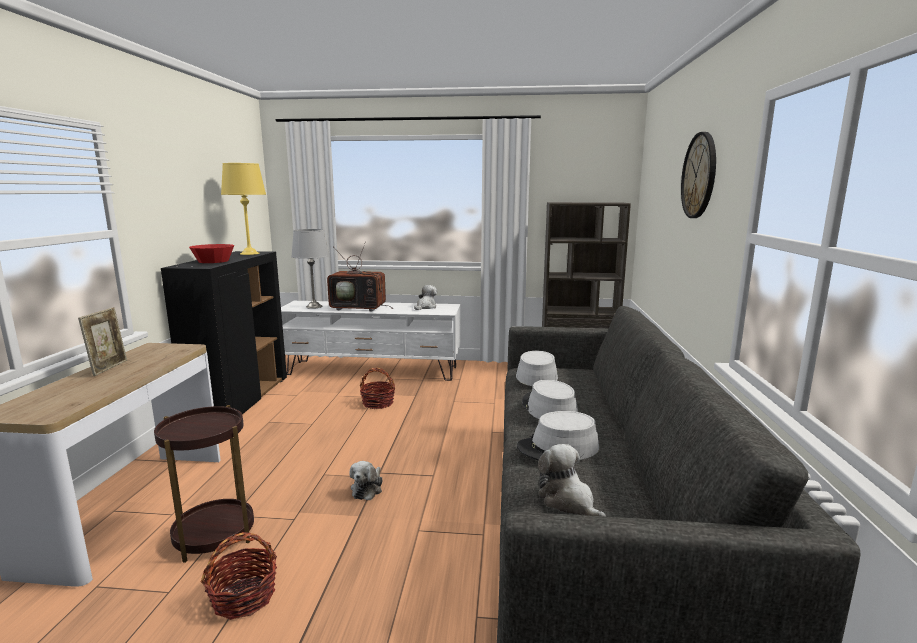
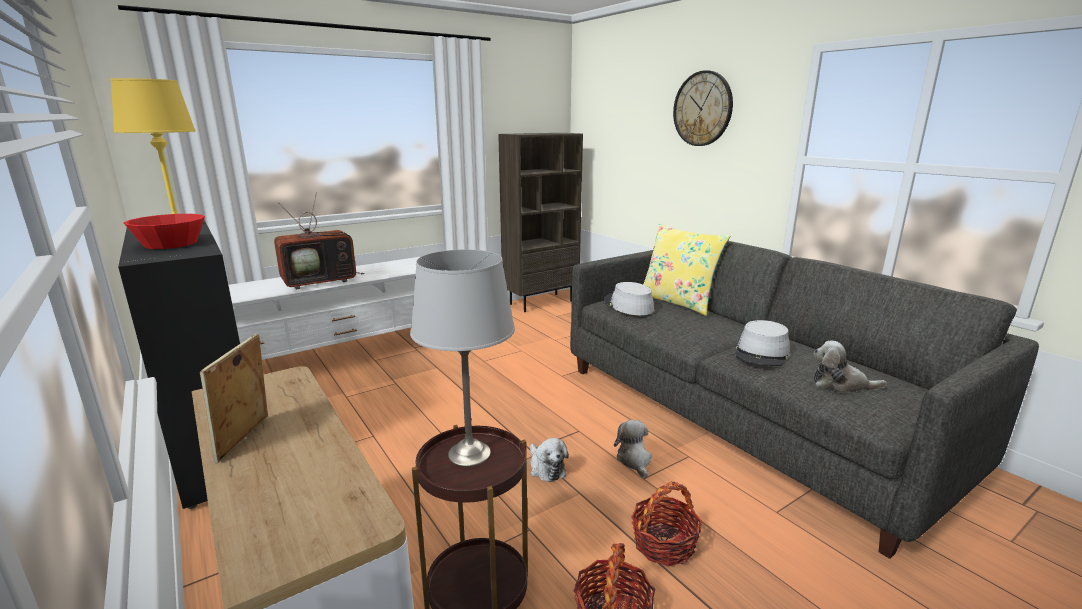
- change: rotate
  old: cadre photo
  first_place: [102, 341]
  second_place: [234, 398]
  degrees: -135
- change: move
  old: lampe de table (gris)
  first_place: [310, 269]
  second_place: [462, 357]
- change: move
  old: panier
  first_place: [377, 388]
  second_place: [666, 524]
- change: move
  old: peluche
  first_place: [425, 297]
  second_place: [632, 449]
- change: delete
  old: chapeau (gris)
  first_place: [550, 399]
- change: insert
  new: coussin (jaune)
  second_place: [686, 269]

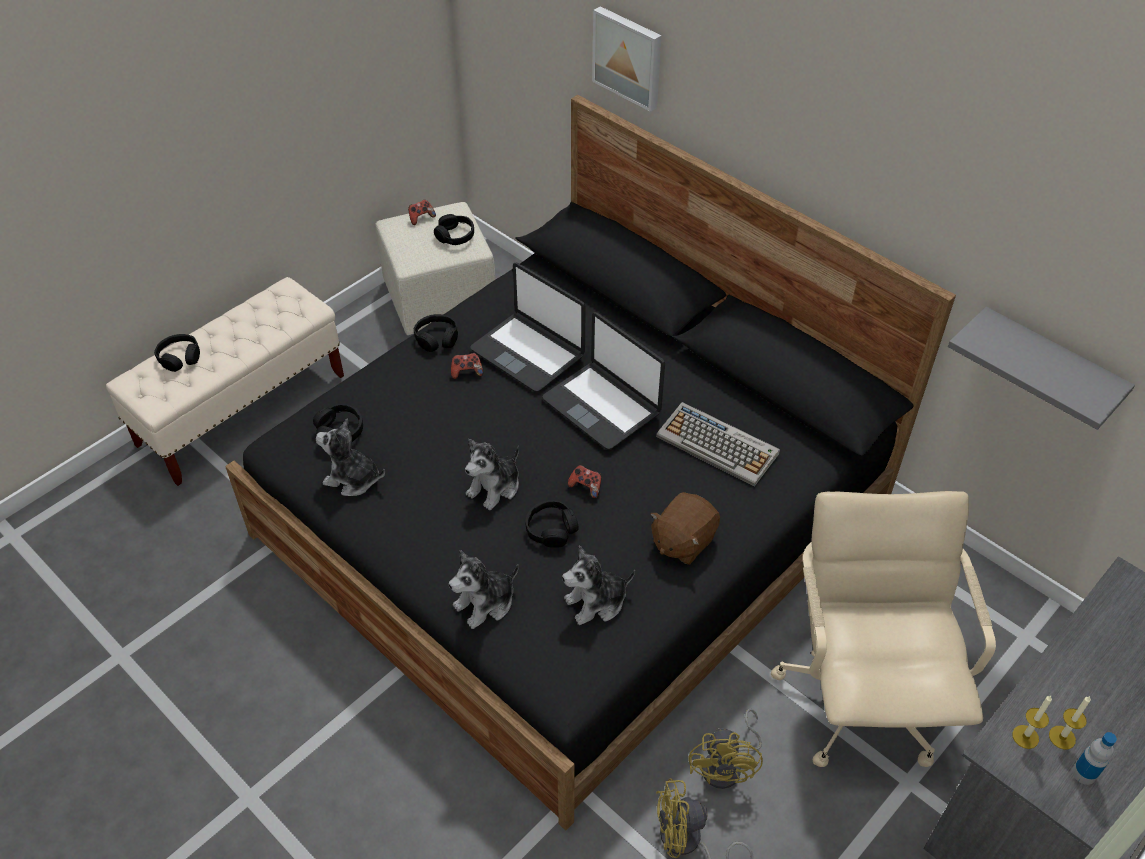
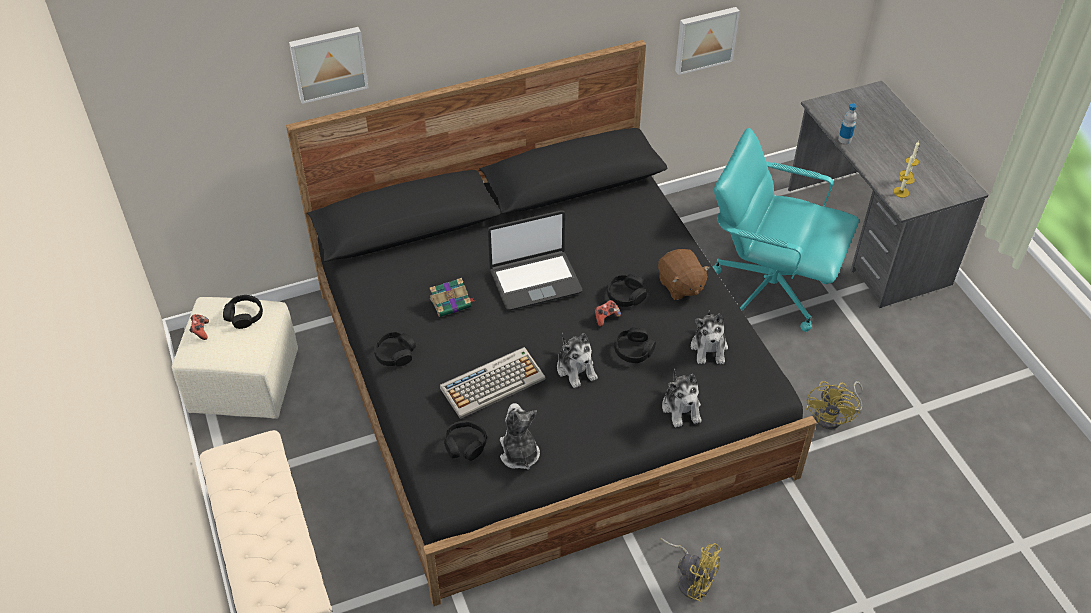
- change: move
  old: casque audio (noir)
  first_place: [177, 353]
  second_place: [627, 290]
- change: rotate
  old: peluche
  first_place: [350, 457]
  second_place: [520, 436]
  degrees: 120
- change: delete
  old: manette
  first_place: [467, 366]
- change: replace
  old: ordinateur portable
  new: livre
  first_place: [528, 327]
  second_place: [452, 297]
- change: move
  old: clavier
  first_place: [718, 444]
  second_place: [492, 383]
- change: move
  old: ventilateur (jaune)
  first_place: [726, 748]
  second_place: [690, 570]
- change: recolor
  old: chaise de bureau (beige)
  new: chaise de bureau (turquoise)
  first_place: [883, 629]
  second_place: [785, 230]
- change: replace
  old: étagère (gris)
  new: tableau
  first_place: [1041, 368]
  second_place: [707, 41]
- change: move
  old: bouteille
  first_place: [1094, 758]
  second_place: [847, 123]

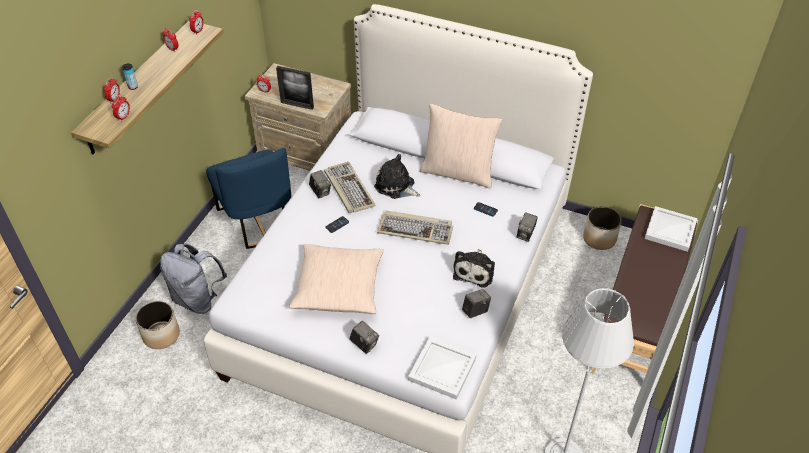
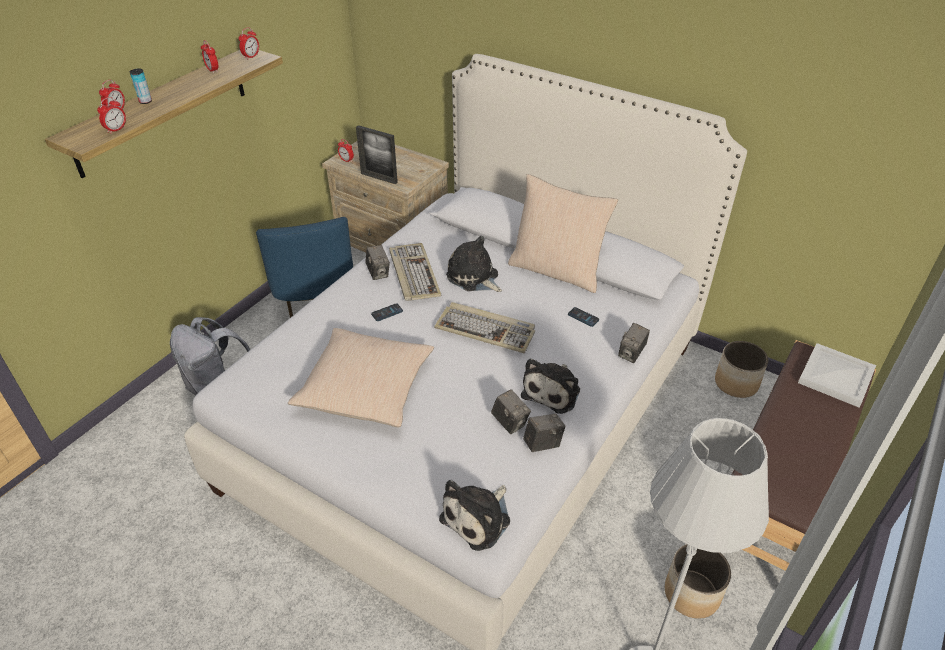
- change: move
  old: cache-pot
  first_place: [157, 325]
  second_place: [698, 581]
- change: move
  old: appareil photo
  first_place: [364, 337]
  second_place: [511, 411]
- change: replace
  old: plateau (blanc)
  new: peluche
  first_place: [442, 368]
  second_place: [474, 515]

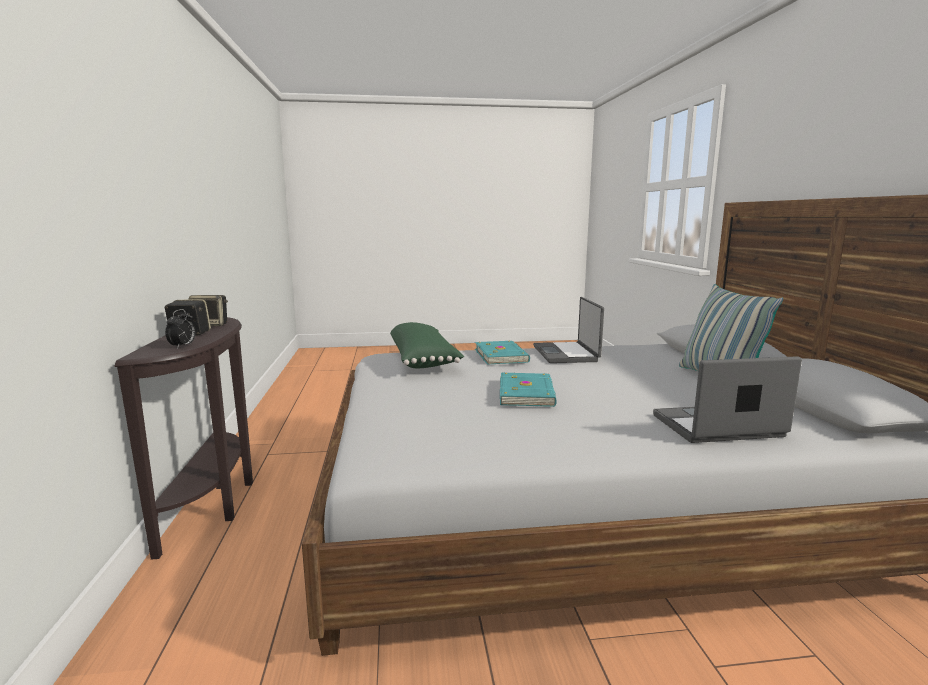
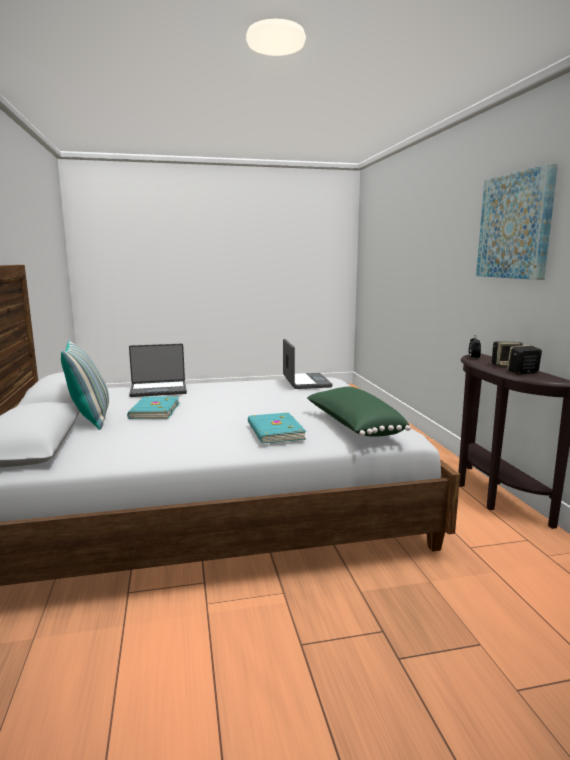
- change: move
  old: livre (turquoise)
  first_place: [528, 390]
  second_place: [153, 407]
- change: move
  old: ordinateur portable
  first_place: [568, 330]
  second_place: [308, 364]
- change: insert
  new: tableau
  second_place: [517, 221]

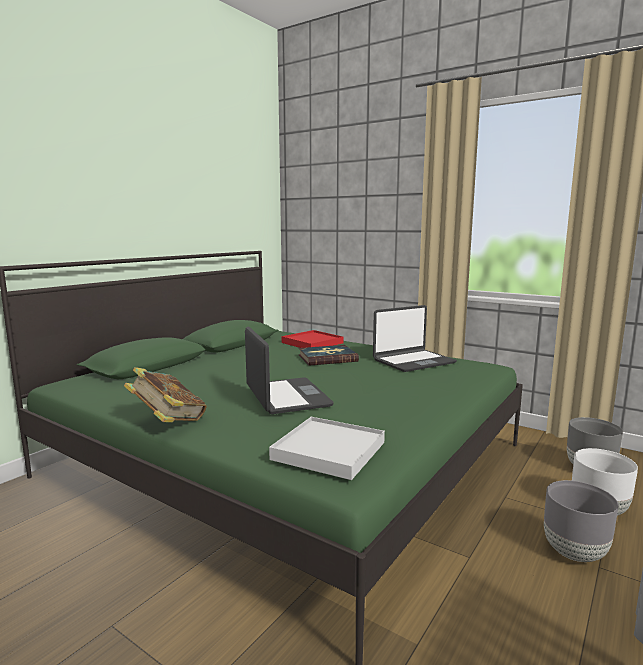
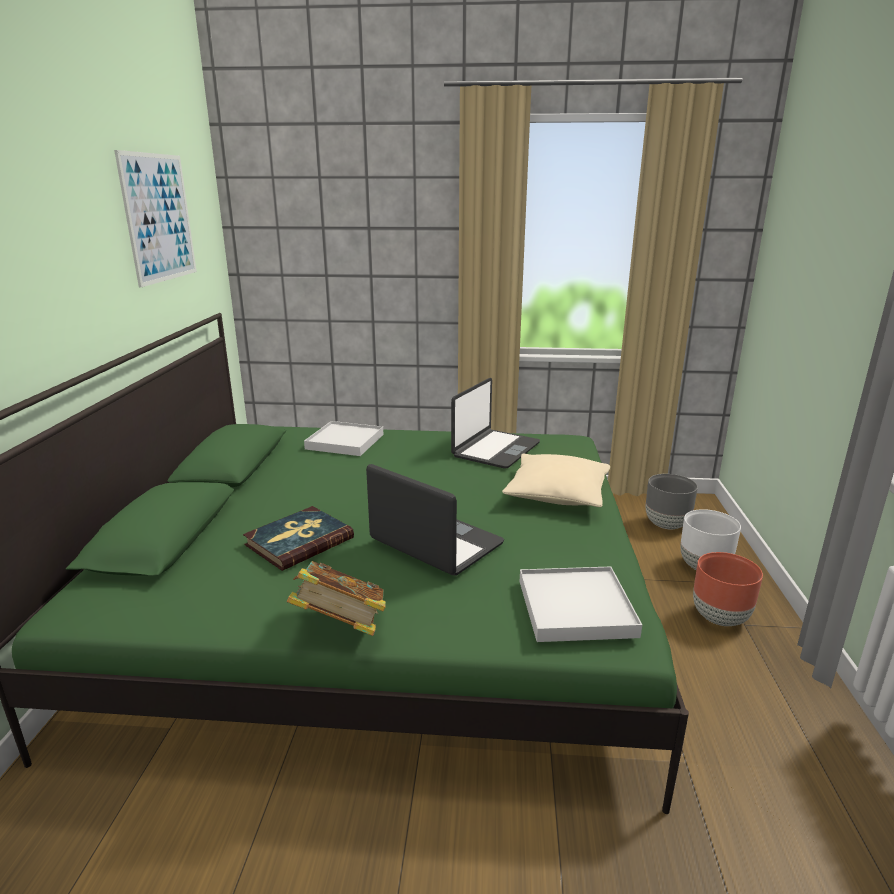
- change: recolor
  old: plateau (rouge)
  new: plateau (blanc)
  first_place: [312, 339]
  second_place: [343, 438]
- change: move
  old: livre
  first_place: [328, 355]
  second_place: [298, 538]
- change: recolor
  old: cache-pot (gris)
  new: cache-pot (marron)
  first_place: [581, 521]
  second_place: [728, 589]
- change: insert
  new: tableau
  second_place: [155, 218]
- change: insert
  new: coussin (beige)
  second_place: [556, 480]

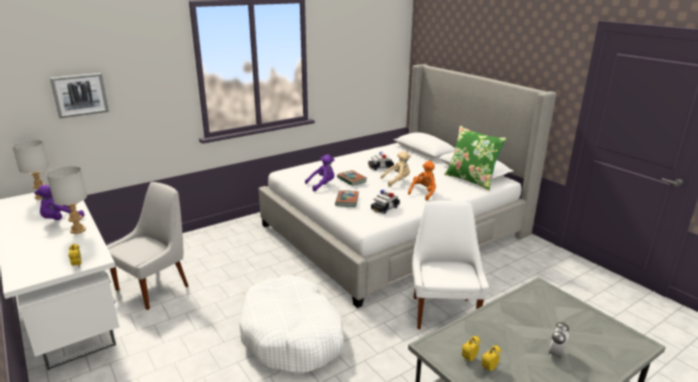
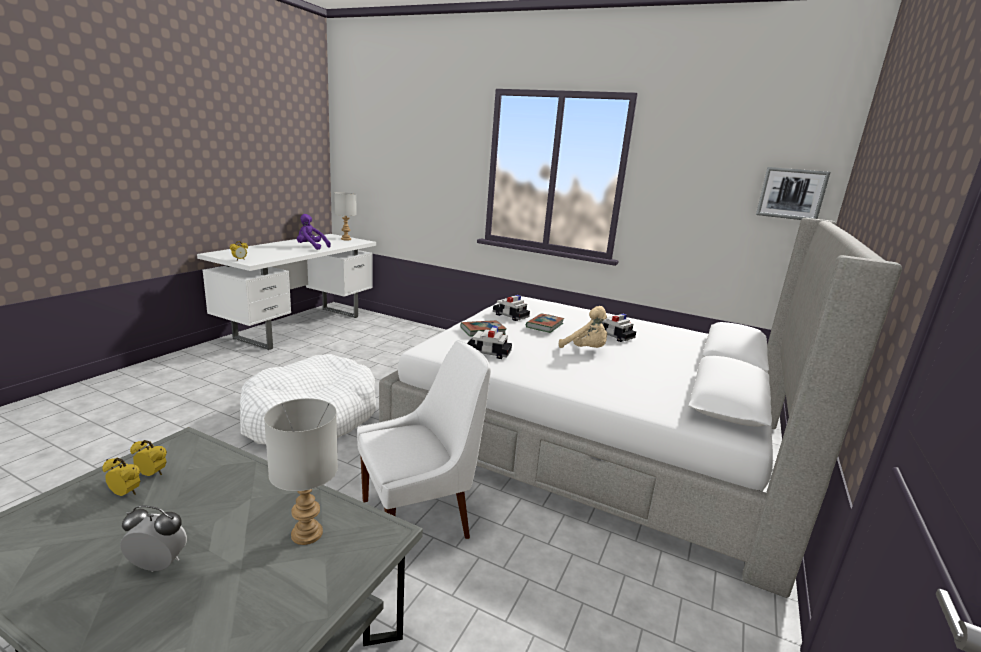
- change: move
  old: lampe de table (gris)
  first_place: [66, 200]
  second_place: [301, 471]
- change: move
  old: tableau
  first_place: [79, 95]
  second_place: [793, 193]
- change: delete
  old: chaise (blanc)
  first_place: [147, 246]
- change: replace
  old: peluche (violet)
  new: petite voiture
  first_place: [320, 173]
  second_place: [511, 308]
- change: delete
  old: peluche (orange)
  first_place: [422, 181]
- change: delete
  old: coussin (vert)
  first_place: [475, 158]

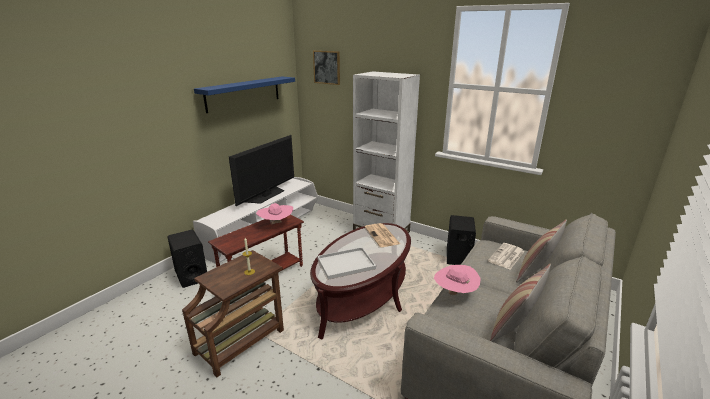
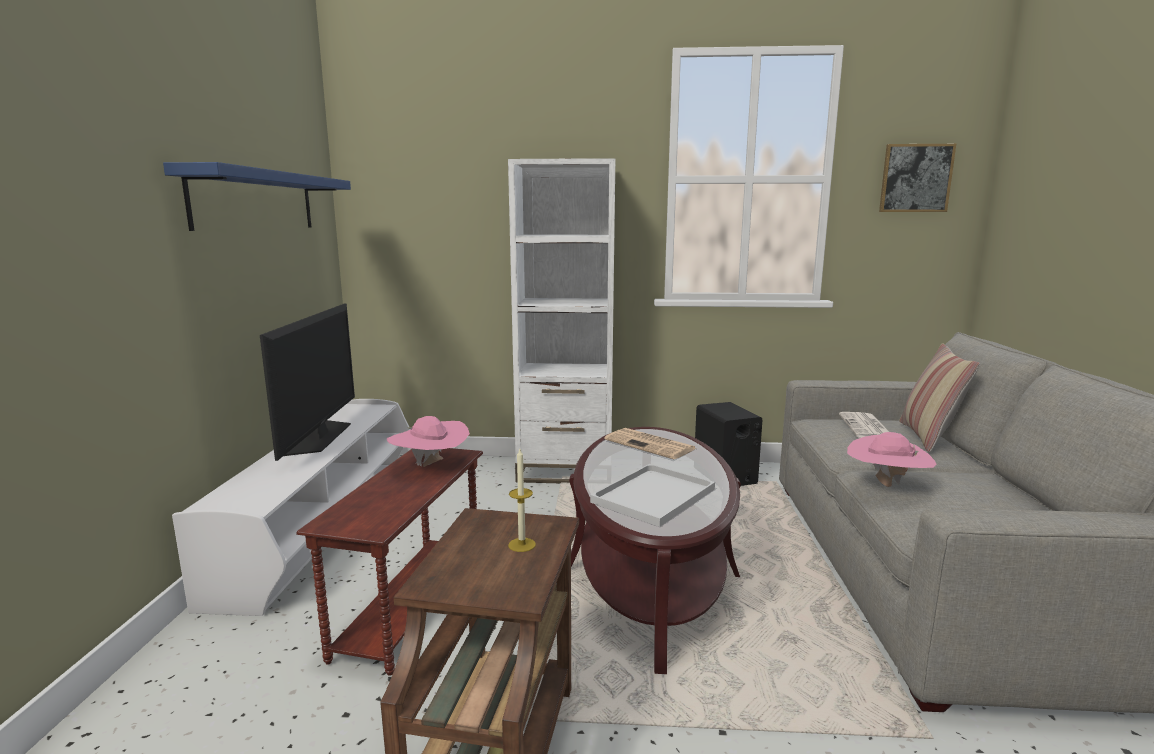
- change: delete
  old: enceinte (noir)
  first_place: [187, 259]
- change: move
  old: tableau
  first_place: [326, 67]
  second_place: [917, 178]
- change: delete
  old: coussin
  first_place: [520, 303]

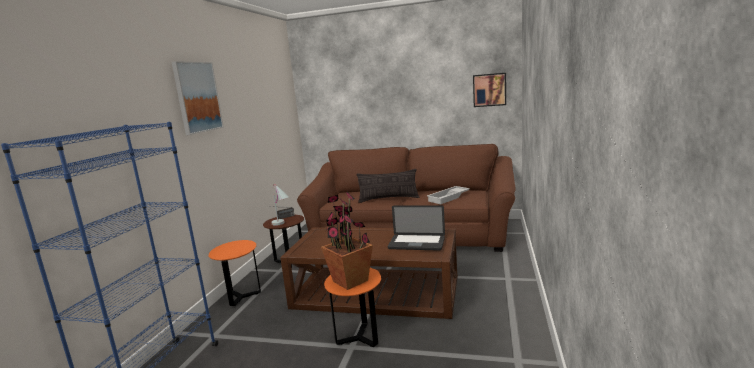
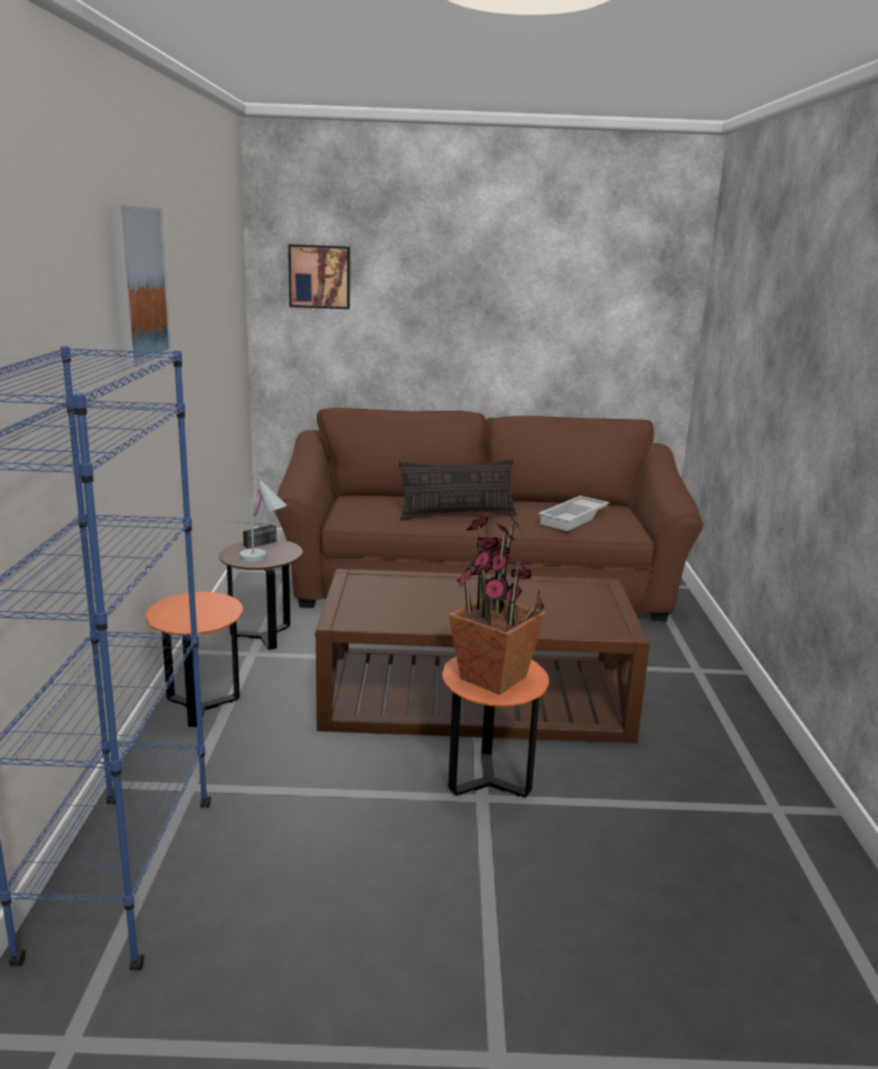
- change: delete
  old: ordinateur portable
  first_place: [416, 228]
- change: move
  old: tableau
  first_place: [489, 90]
  second_place: [319, 276]

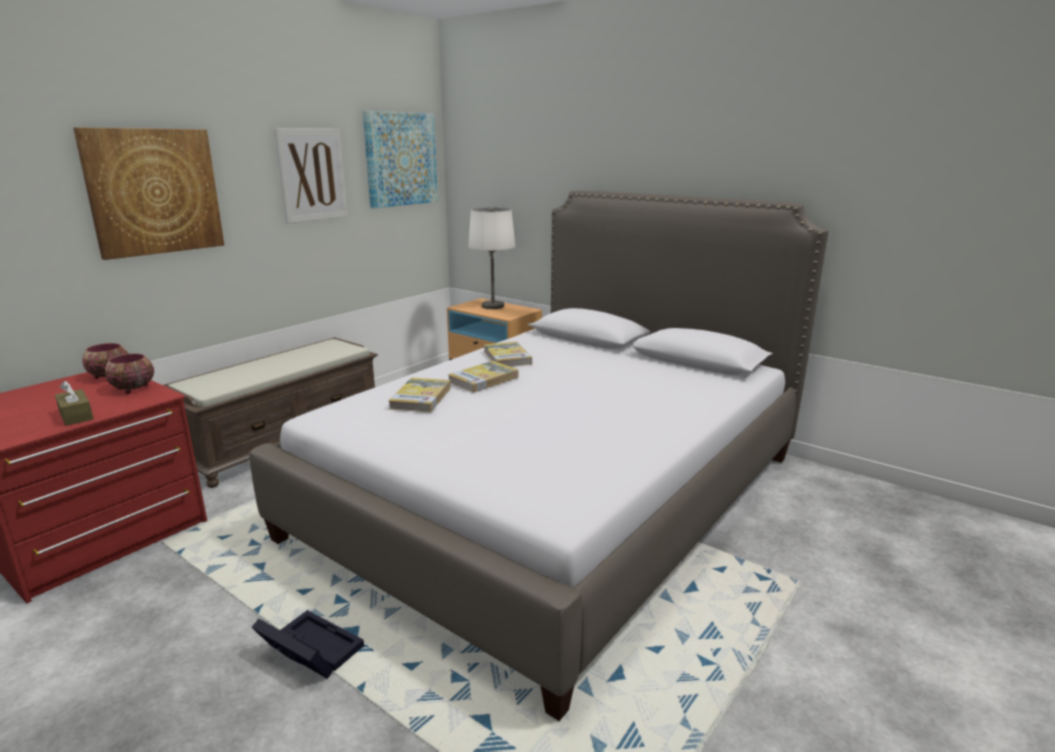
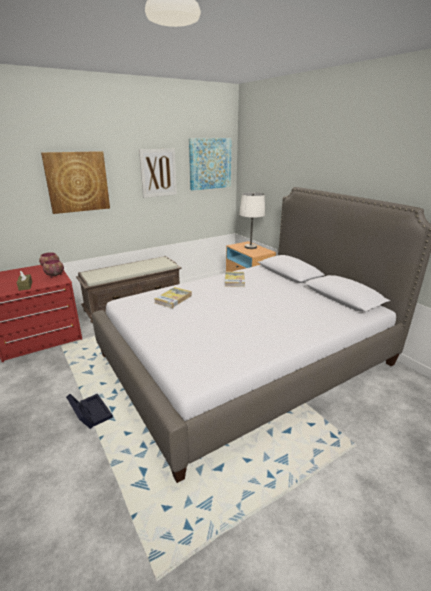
- change: delete
  old: livre
  first_place: [483, 377]

